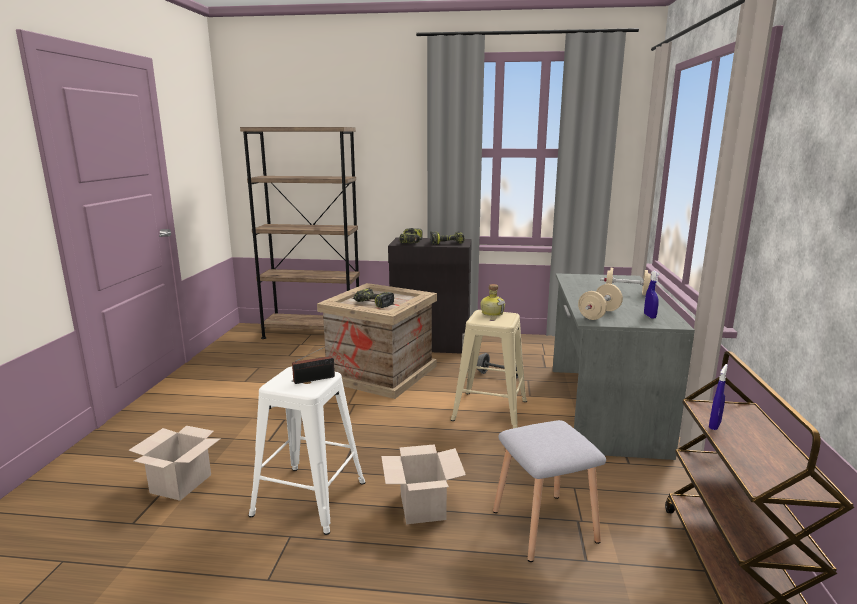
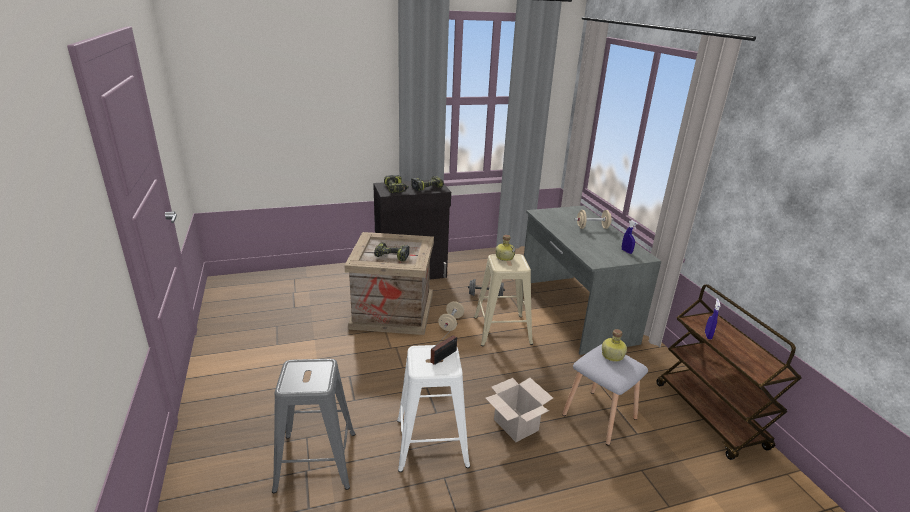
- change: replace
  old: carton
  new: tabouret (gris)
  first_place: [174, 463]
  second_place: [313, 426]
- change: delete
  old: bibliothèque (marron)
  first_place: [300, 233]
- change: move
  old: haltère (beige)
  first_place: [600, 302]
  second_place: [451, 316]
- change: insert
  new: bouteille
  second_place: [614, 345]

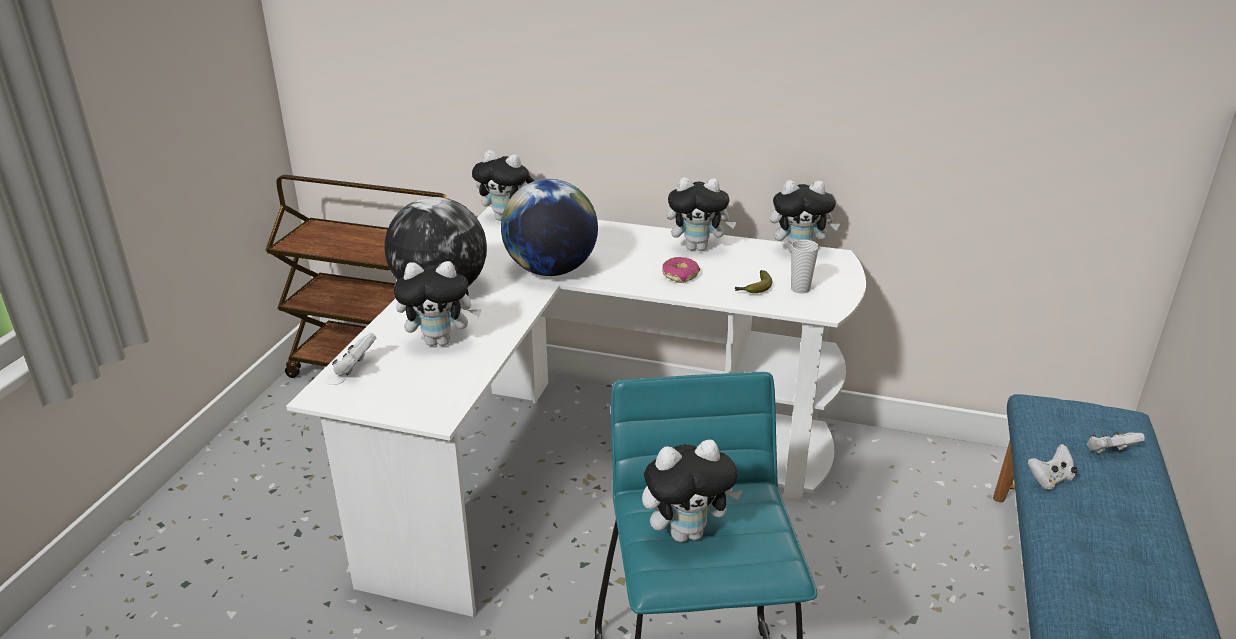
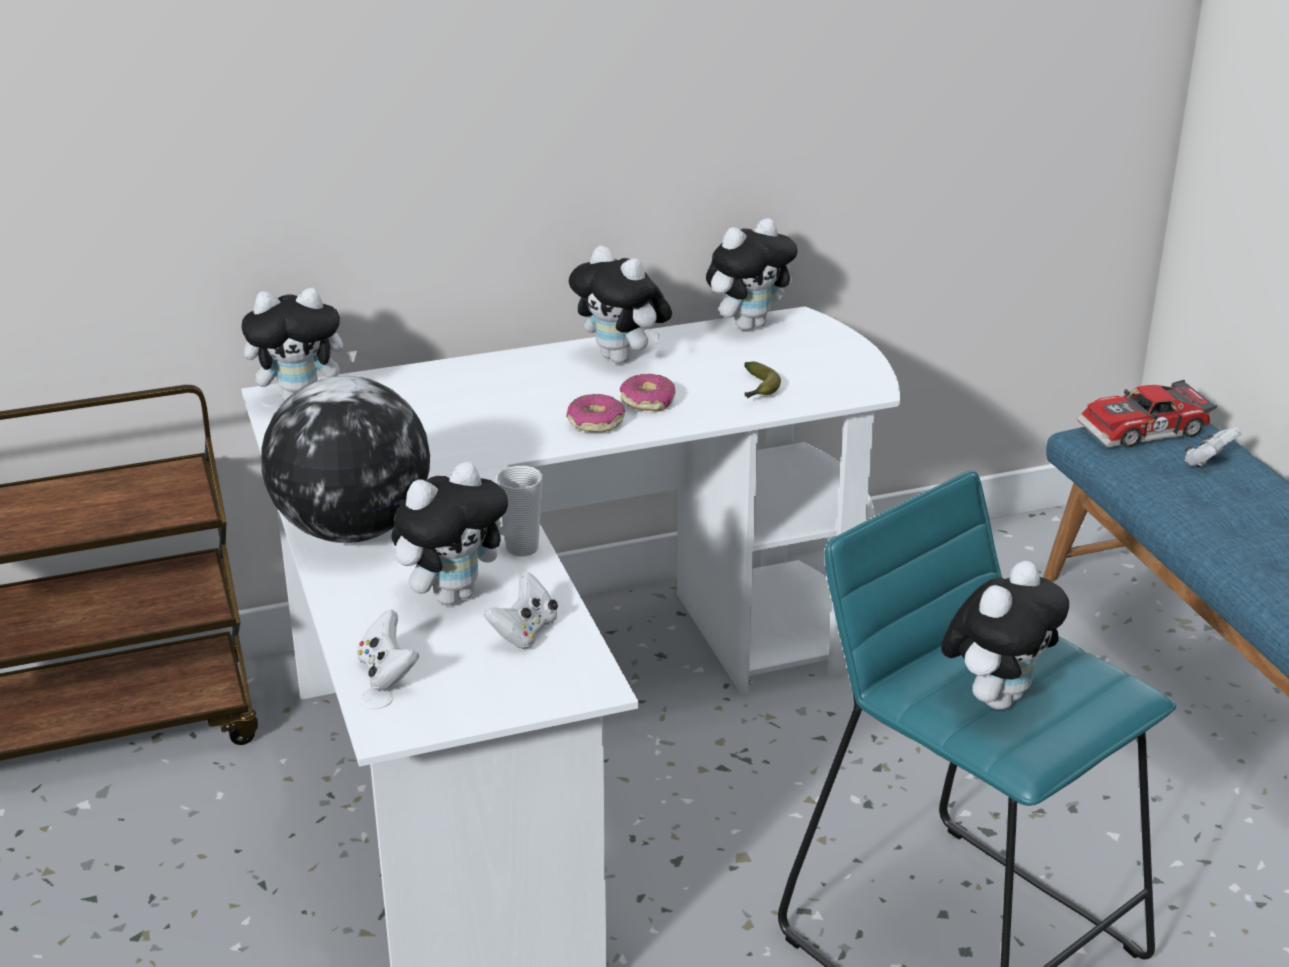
- change: delete
  old: globe
  first_place: [549, 227]
- change: rotate
  old: peluche
  first_place: [702, 214]
  second_place: [620, 304]
  degrees: 75
- change: move
  old: tasse
  first_place: [805, 266]
  second_place: [519, 510]
- change: move
  old: manette (blanc)
  first_place: [1053, 467]
  second_place: [521, 610]
- change: insert
  new: beignet
  second_place: [595, 413]
- change: insert
  new: petite voiture
  second_place: [1147, 414]

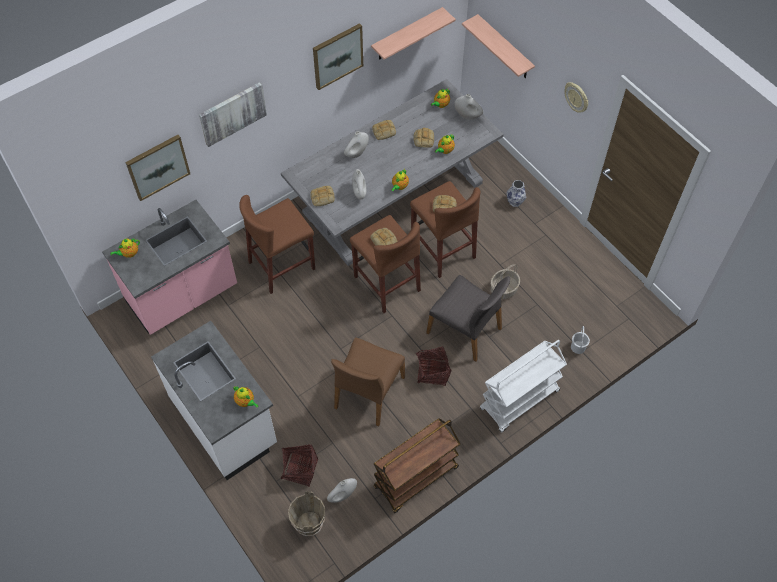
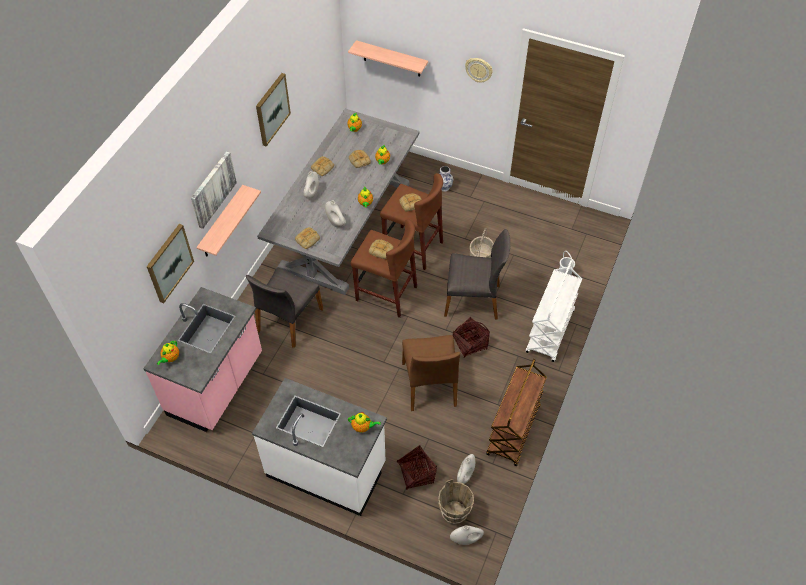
- change: replace
  old: tabouret (marron)
  new: chaise (gris)
  first_place: [277, 244]
  second_place: [284, 308]
- change: move
  old: étagère
  first_place: [413, 33]
  second_place: [228, 221]
- change: move
  old: vase (blanc)
  first_place: [468, 107]
  second_place: [467, 535]

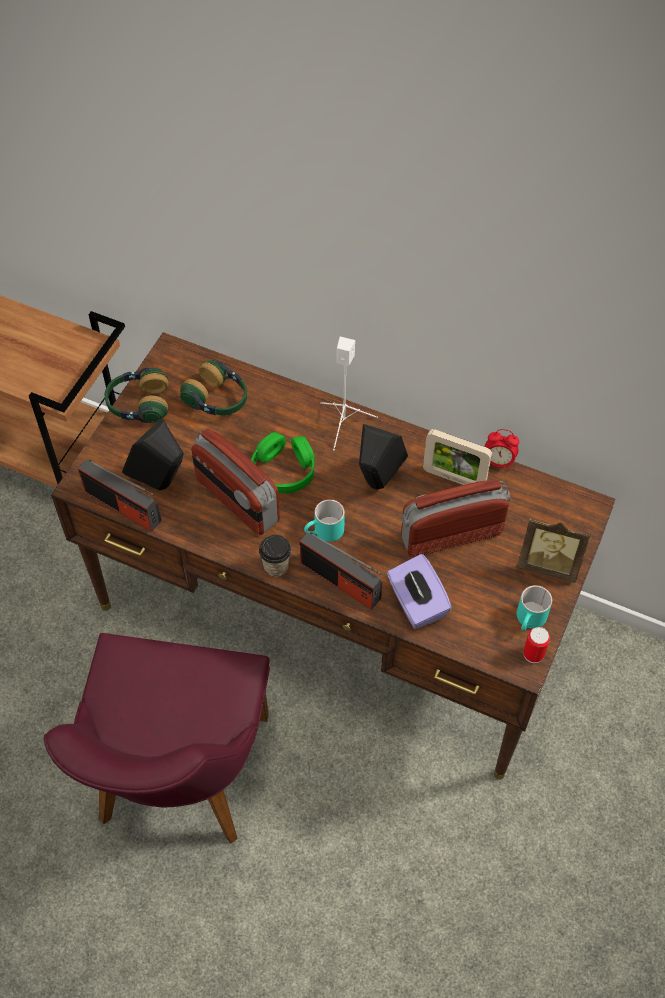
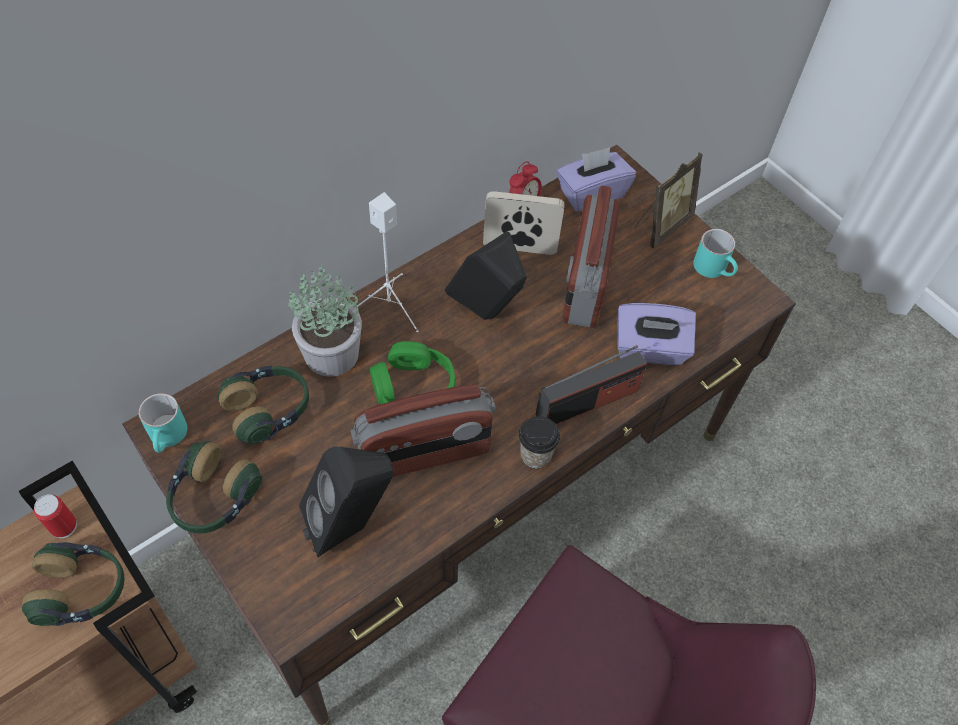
- change: delete
  old: radio
  first_place: [119, 496]
- change: move
  old: mug (turquoise)
  first_place: [324, 520]
  second_place: [162, 422]
- change: rotate
  old: cadre photo
  first_place: [457, 457]
  second_place: [523, 223]
  degrees: -135
- change: move
  old: boîte métallique
  first_place: [536, 645]
  second_place: [55, 516]
- change: insert
  new: casque audio
  second_place: [73, 584]
- change: insert
  new: plante en pot
  second_place: [325, 321]
- change: insert
  new: boîte à mouchoirs (violet)
  second_place: [596, 179]

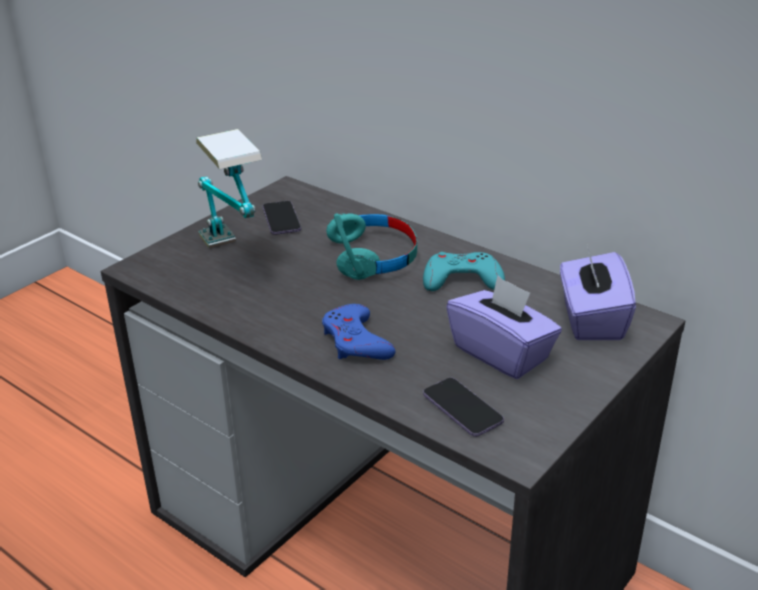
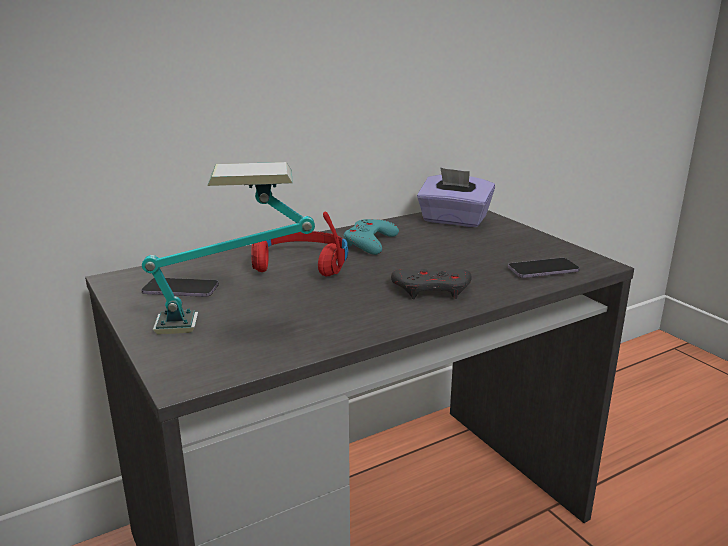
- change: recolor
  old: manette (bleu)
  new: manette (gris)
  first_place: [358, 332]
  second_place: [431, 284]
- change: recolor
  old: casque audio (turquoise)
  new: casque audio (rouge)
  first_place: [371, 246]
  second_place: [299, 244]
- change: delete
  old: boîte à mouchoirs (violet)
  first_place: [504, 327]

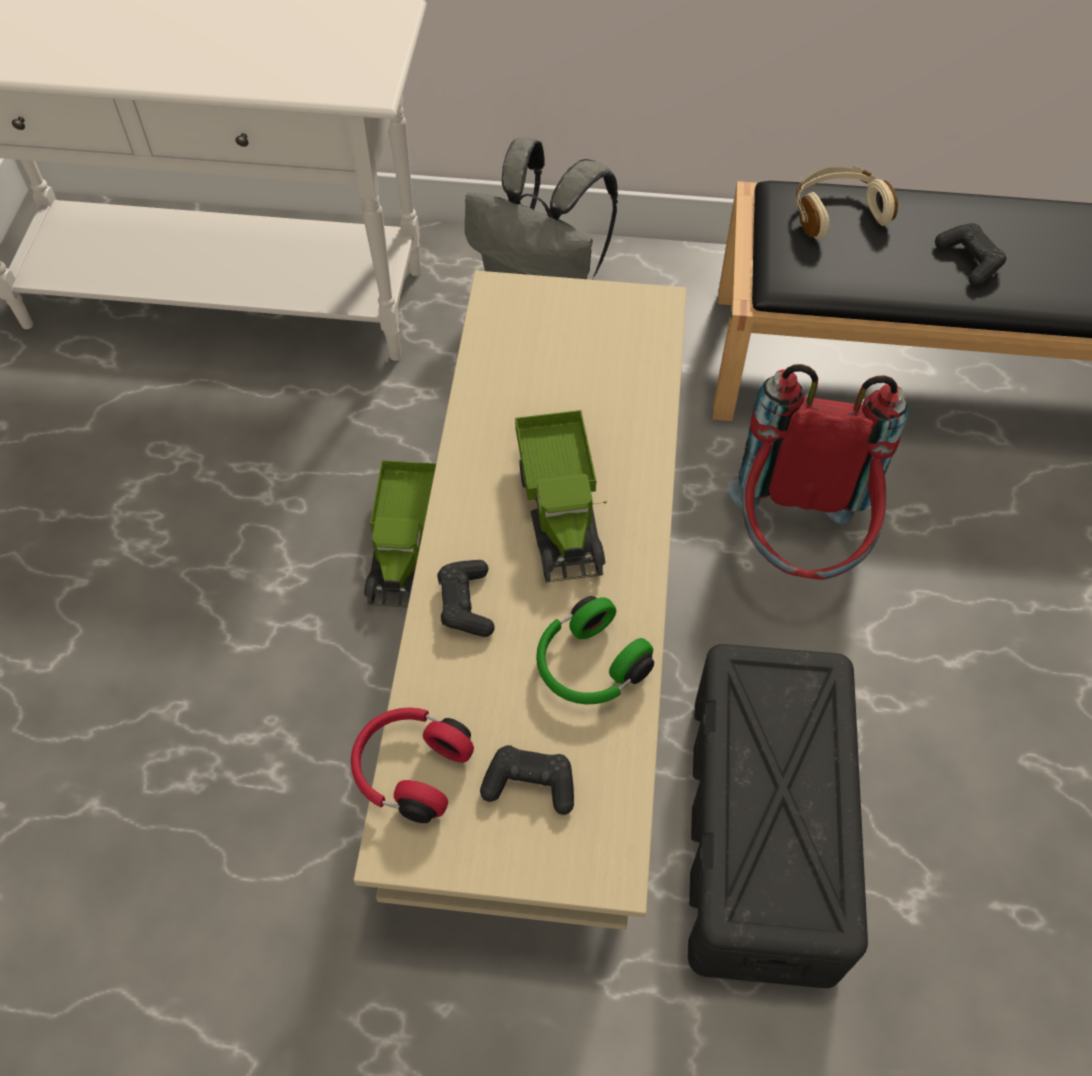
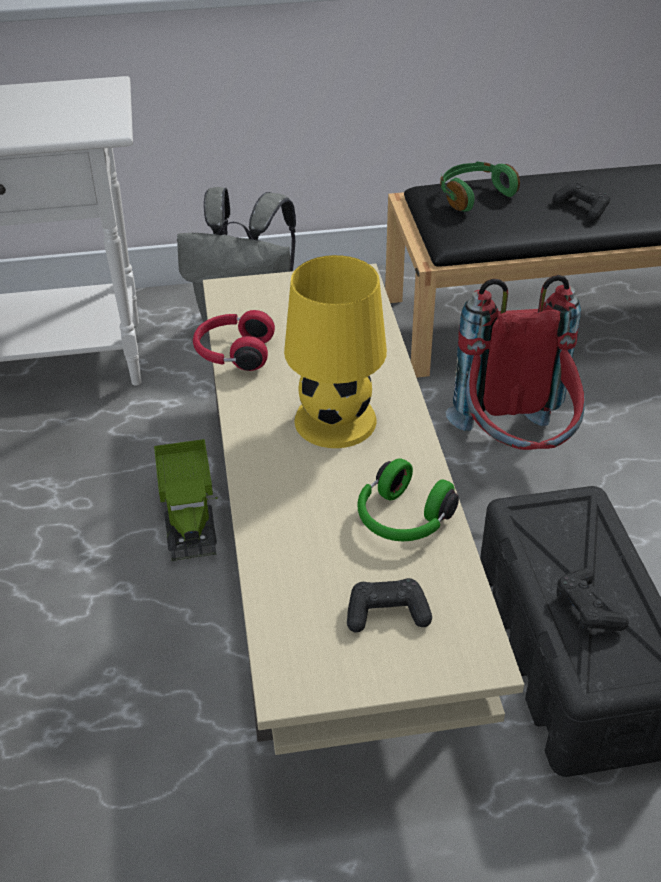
- change: move
  old: casque audio (rouge)
  first_place: [412, 765]
  second_place: [234, 340]
- change: move
  old: manette (noir)
  first_place: [466, 598]
  second_place: [592, 599]
- change: replace
  old: camion jouet
  new: lampe de table (jaune)
  first_place: [561, 496]
  second_place: [335, 351]
- change: recolor
  old: casque audio (beige)
  new: casque audio (vert)
  first_place: [847, 202]
  second_place: [480, 186]

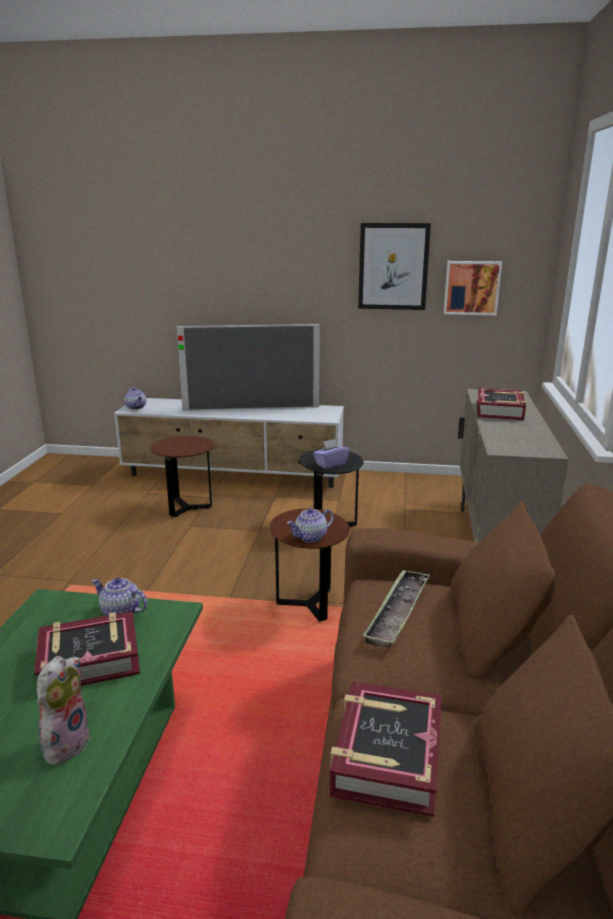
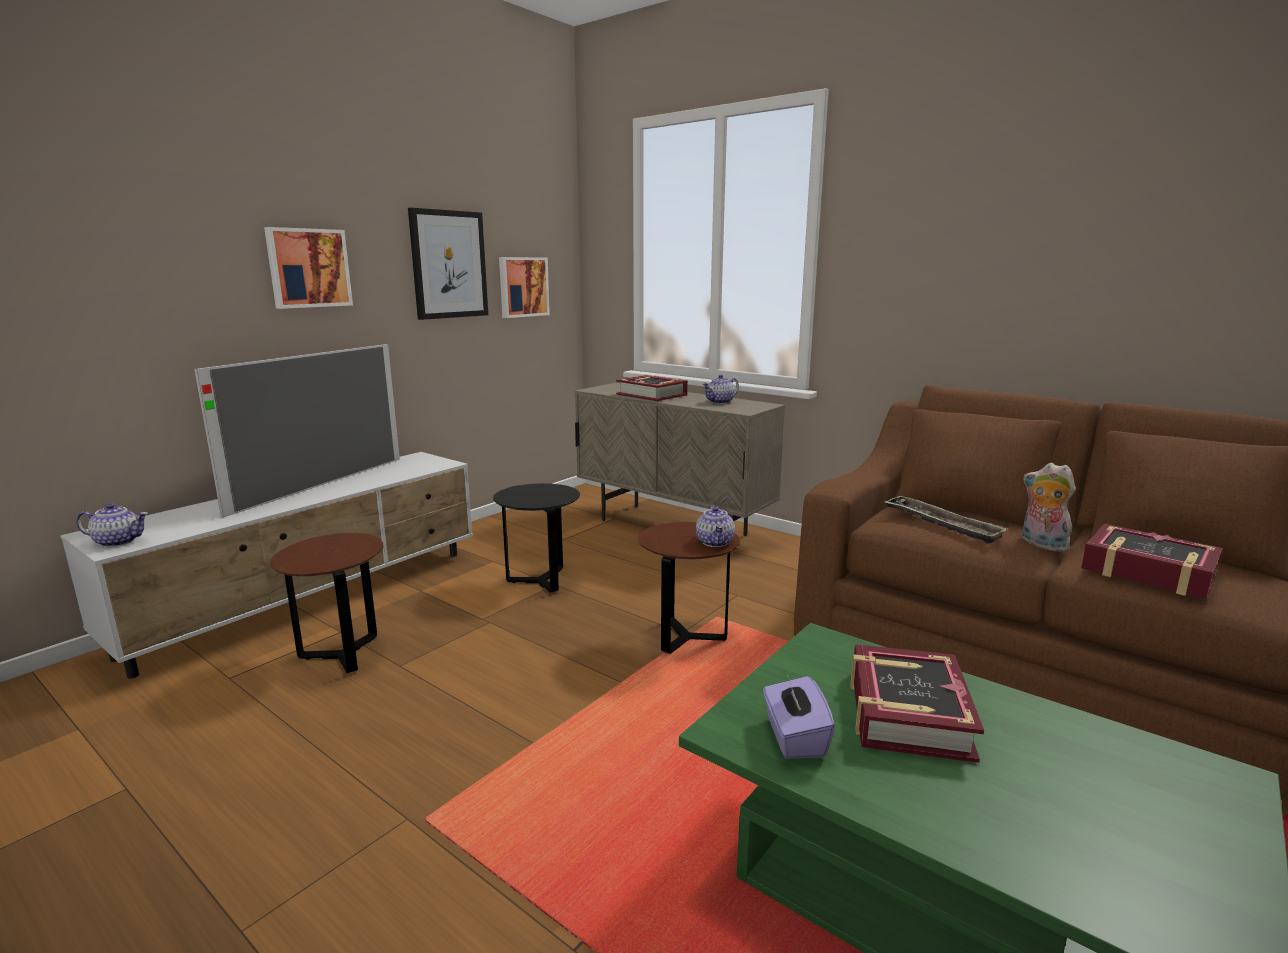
- change: move
  old: peluche
  first_place: [64, 710]
  second_place: [1049, 507]
- change: move
  old: théière
  first_place: [119, 596]
  second_place: [720, 389]
- change: move
  old: boîte à mouchoirs (violet)
  first_place: [331, 454]
  second_place: [799, 717]
- change: insert
  new: tableau
  second_place: [308, 268]

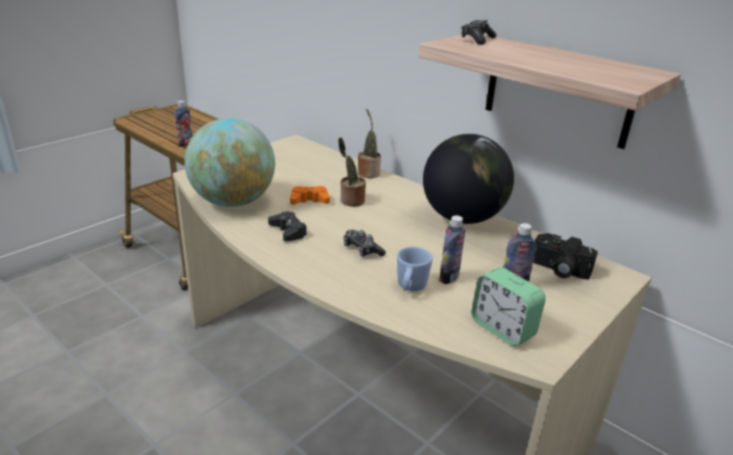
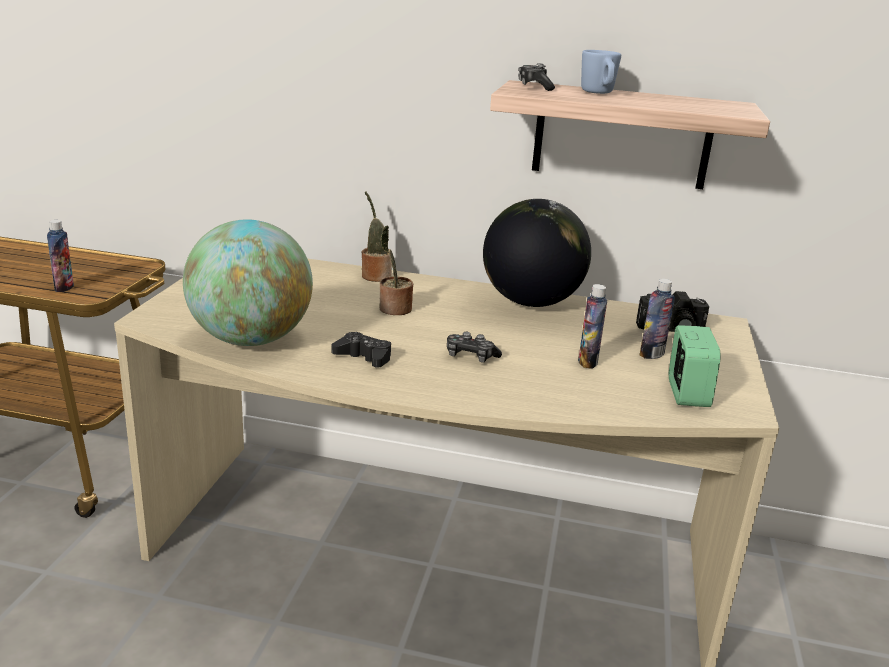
- change: delete
  old: manette (orange)
  first_place: [310, 195]
- change: move
  old: mug (bleu)
  first_place: [415, 269]
  second_place: [601, 72]
- change: rotate
  old: réveil
  first_place: [508, 306]
  second_place: [695, 366]
  degrees: -105

